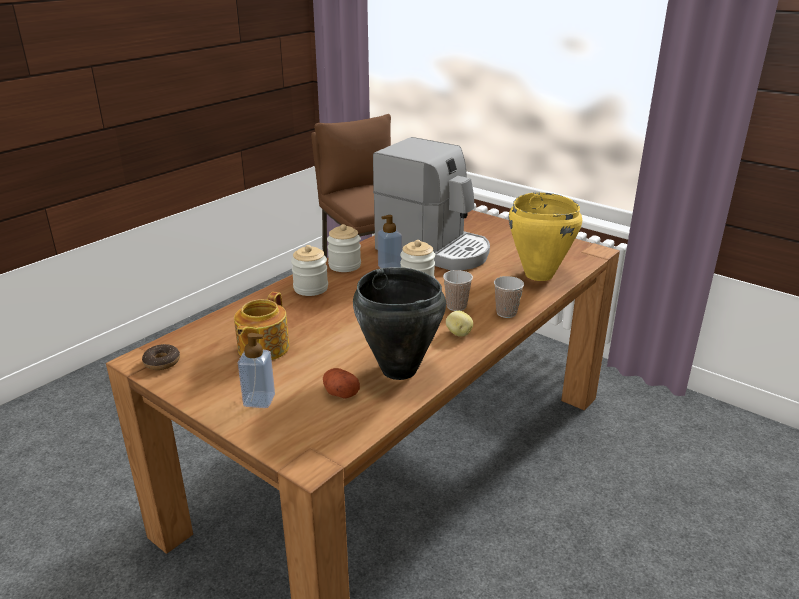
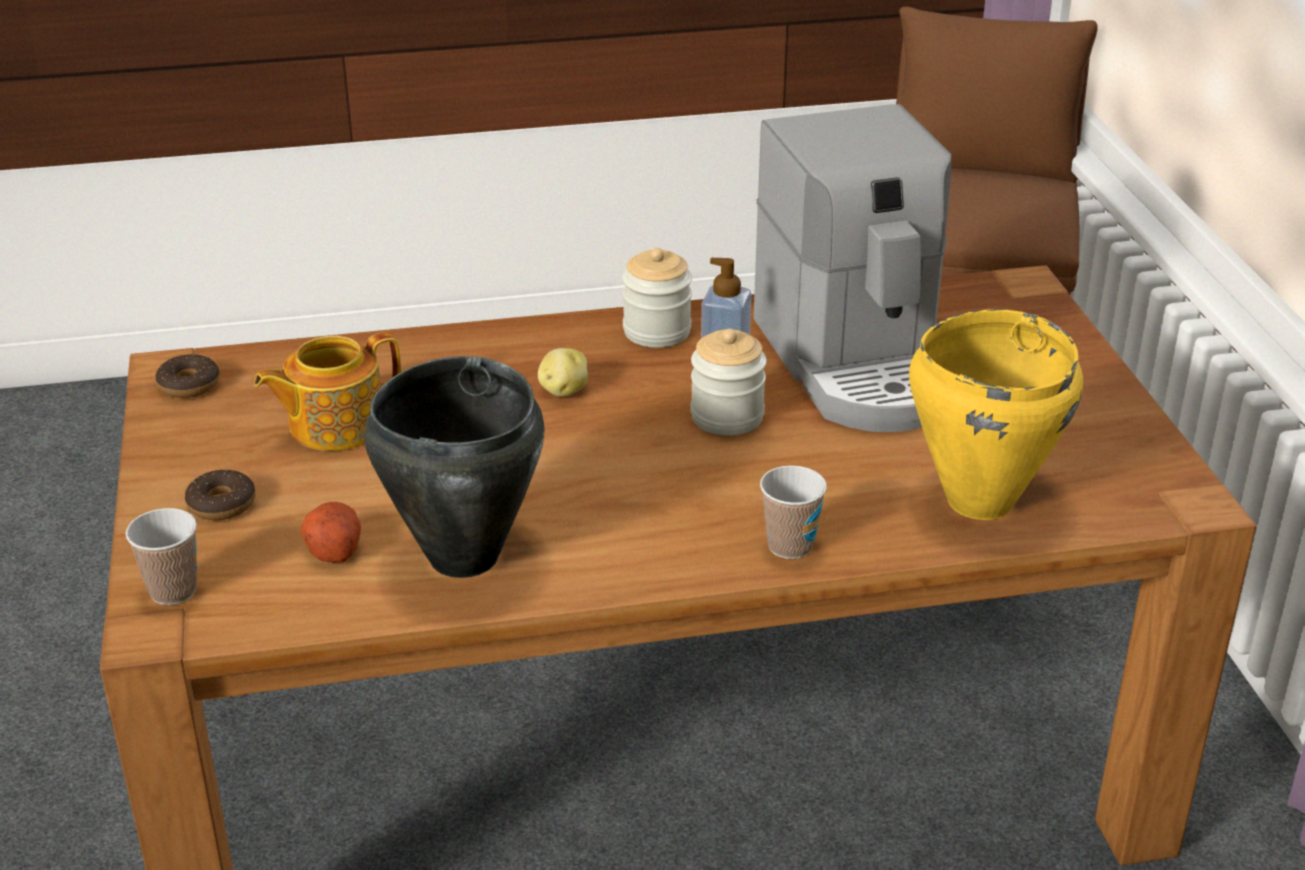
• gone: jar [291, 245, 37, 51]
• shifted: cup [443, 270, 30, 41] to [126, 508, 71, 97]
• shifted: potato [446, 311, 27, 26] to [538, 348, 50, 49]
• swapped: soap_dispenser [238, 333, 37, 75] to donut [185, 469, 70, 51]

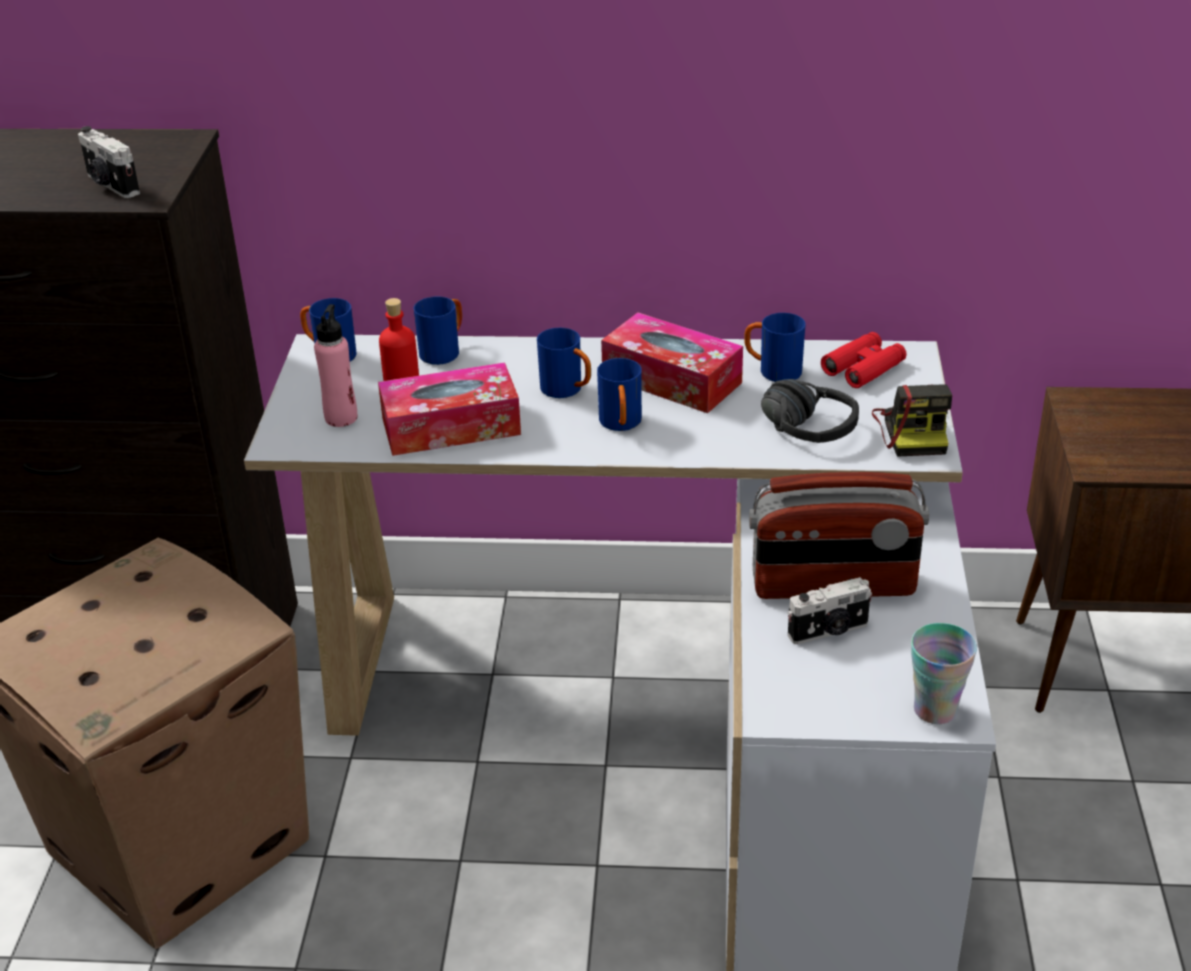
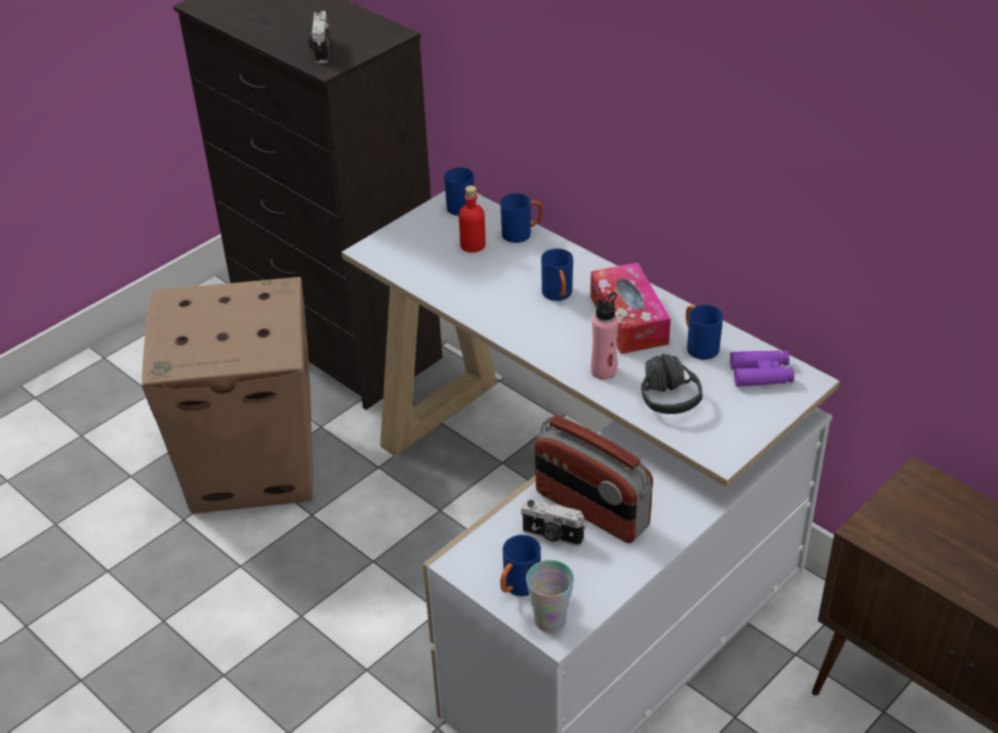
• gone: tissue_box [378, 362, 143, 94]
• gone: photo_camera [872, 384, 80, 73]
• shifted: pink_bottle [314, 304, 43, 123] to [591, 292, 27, 88]
• shifted: blue_mug [597, 358, 45, 73] to [500, 535, 41, 61]
• repainted: red_binoculars [821, 332, 85, 56] to purple_binoculars [730, 350, 65, 37]

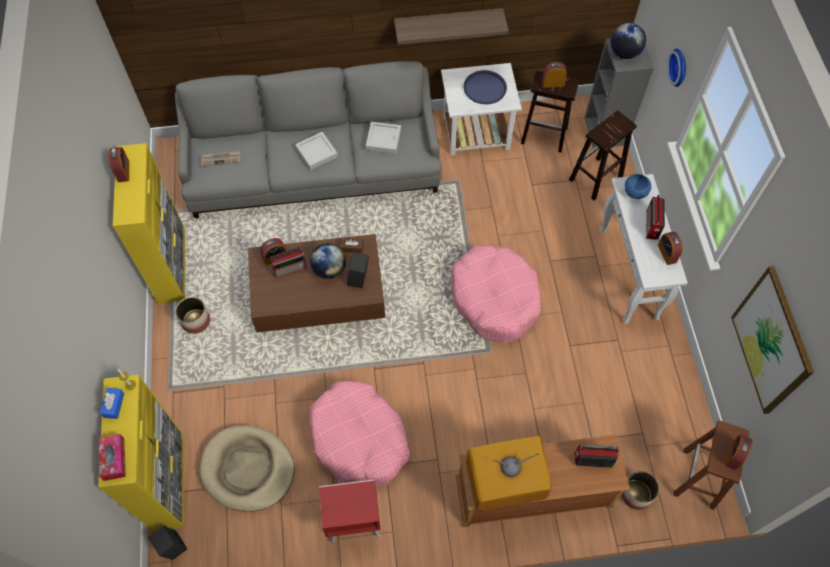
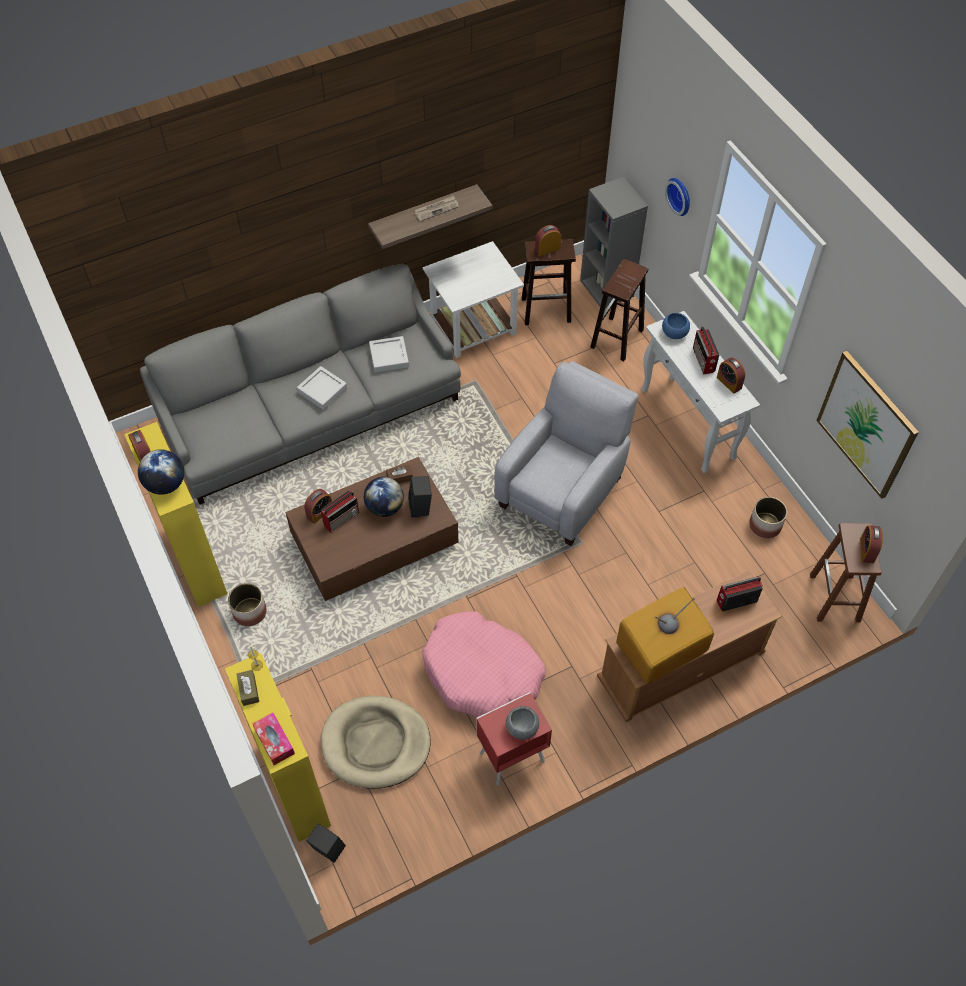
• gone: blue_tray [463, 70, 44, 34]
• new: grey_bowl [506, 706, 33, 34]
• shifted: newspaper [201, 151, 39, 16] to [415, 195, 44, 27]
• shifted: globe [610, 23, 36, 36] to [138, 449, 46, 46]
• shifted: planter [621, 471, 38, 39] to [749, 497, 38, 41]
• swapped: pink_dog_bed [451, 245, 90, 98] to grey_armchair [494, 361, 144, 185]
• repainted: blue_tissue_box [100, 388, 24, 31] to brown_tissue_box [236, 670, 23, 36]

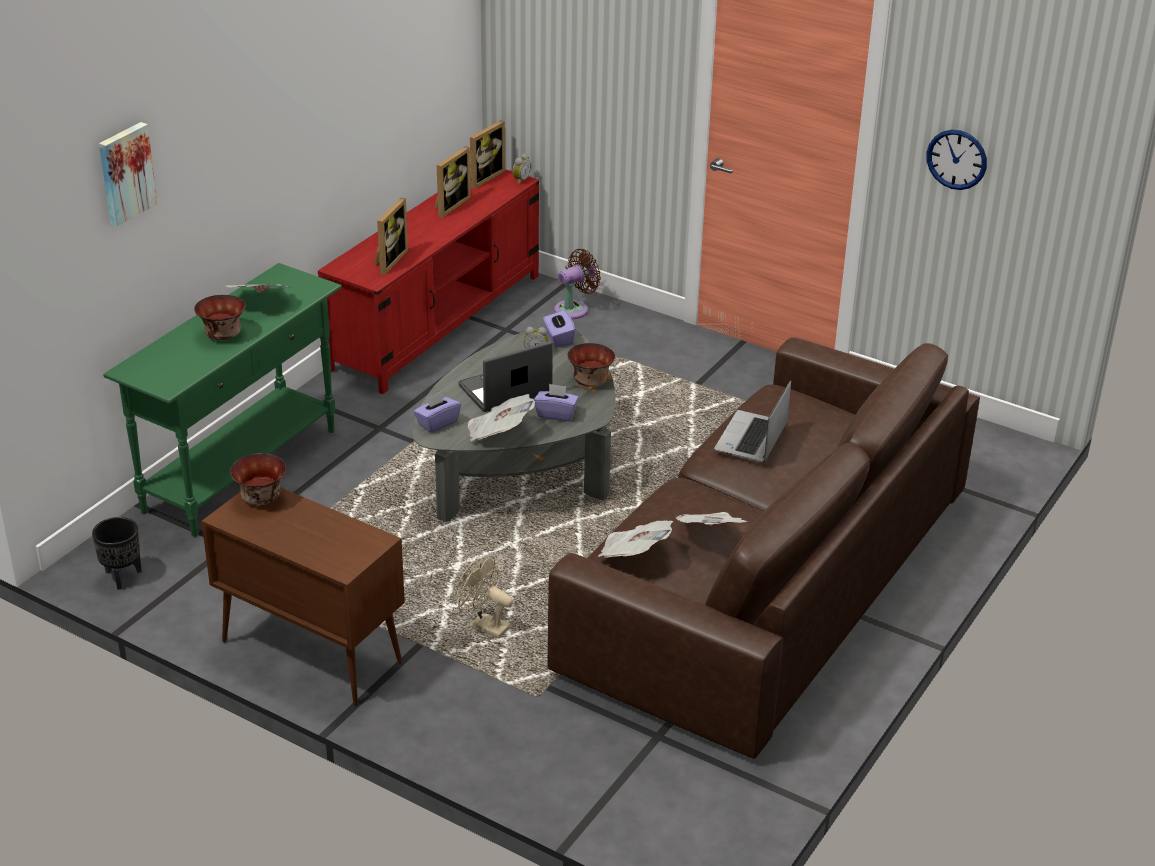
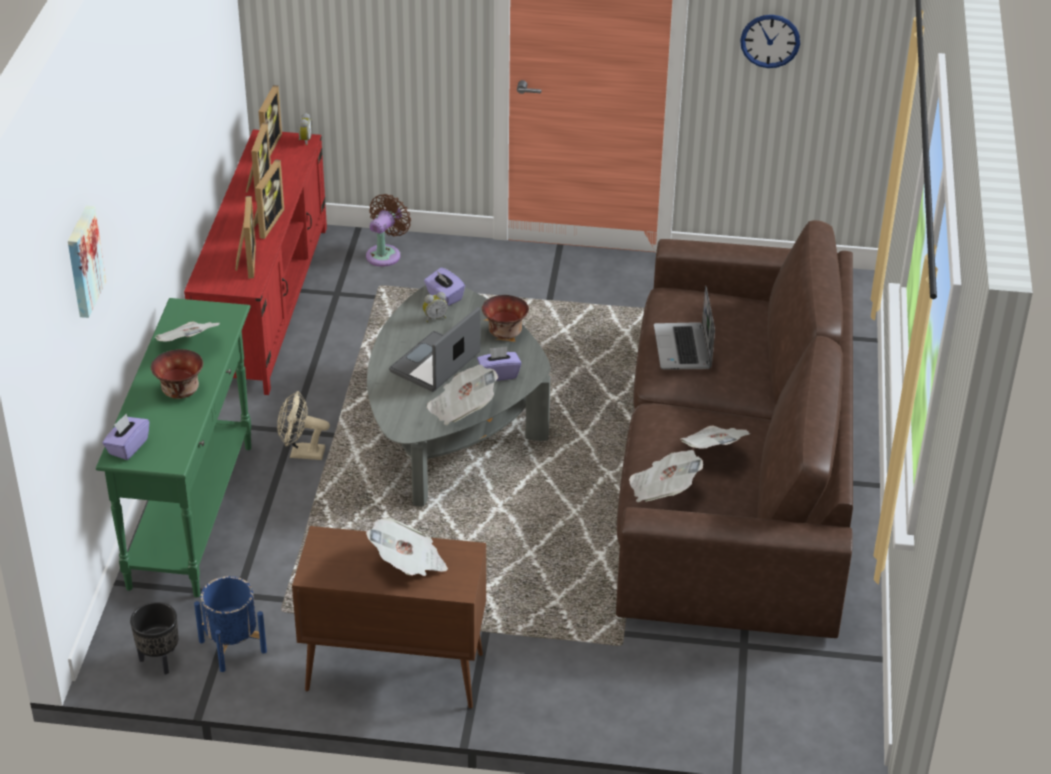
• gone: bowl [230, 453, 56, 52]
• new: blue_planter [194, 576, 73, 96]
• new: picture_frame [254, 159, 30, 80]
• new: newspaper [366, 518, 82, 58]
• shifted: purple_tissue_box [414, 391, 47, 42] to [102, 414, 47, 46]
• shifted: beige_fan [456, 556, 57, 82] to [277, 391, 53, 69]

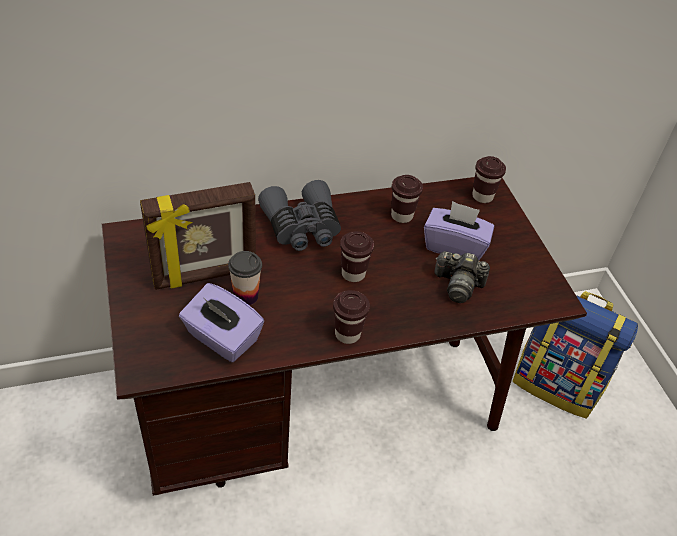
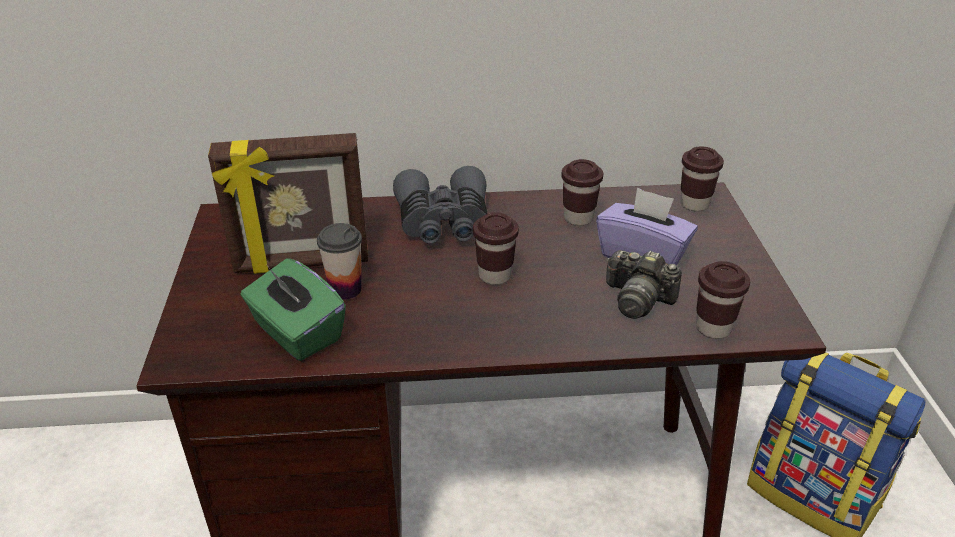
• shifted: brown_cup [333, 290, 37, 54] to [696, 261, 54, 78]
• repainted: purple_tissue_box [179, 283, 85, 79] to green_tissue_box [240, 258, 106, 103]

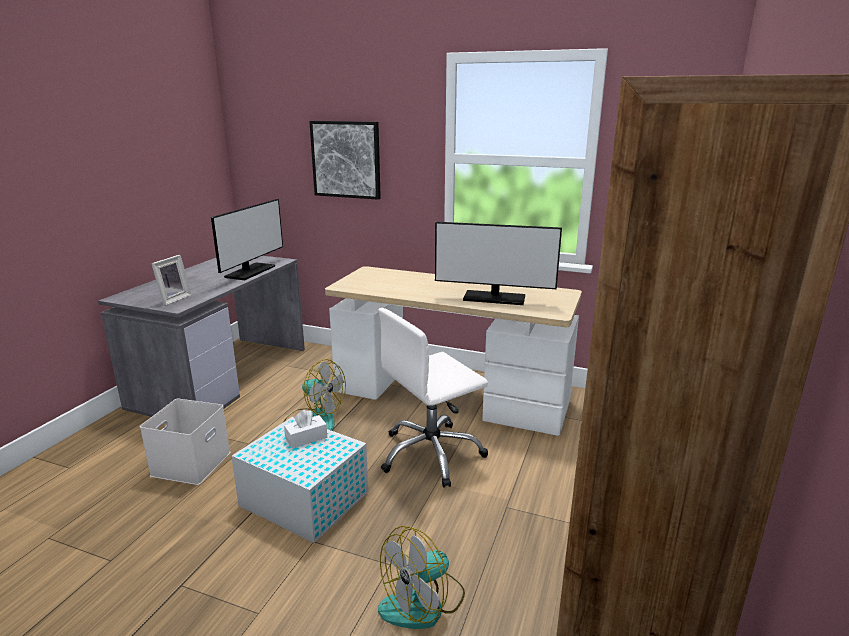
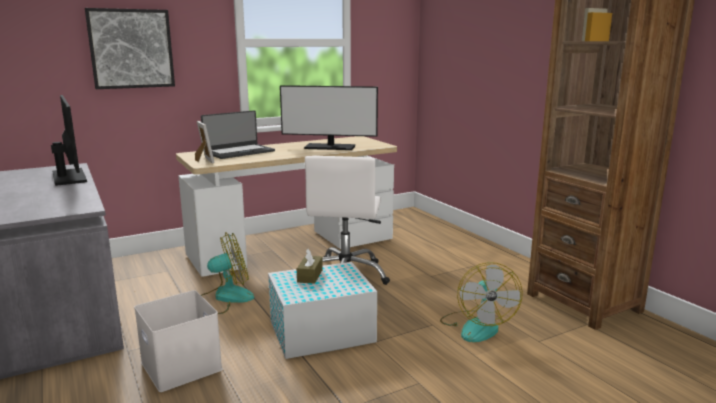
• new: laptop [201, 110, 74, 49]
• shifted: picture_frame [151, 255, 41, 51] to [195, 121, 20, 43]
• repainted: white_tissue_box [284, 410, 43, 38] to brown_tissue_box [297, 249, 26, 35]
• rotated: monitor [435, 222, 127, 83] = [280, 85, 98, 65] 45 degrees clockwise

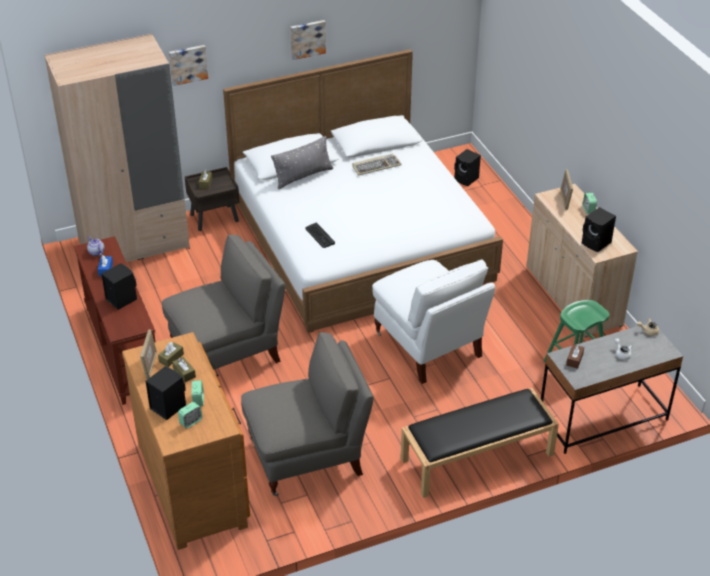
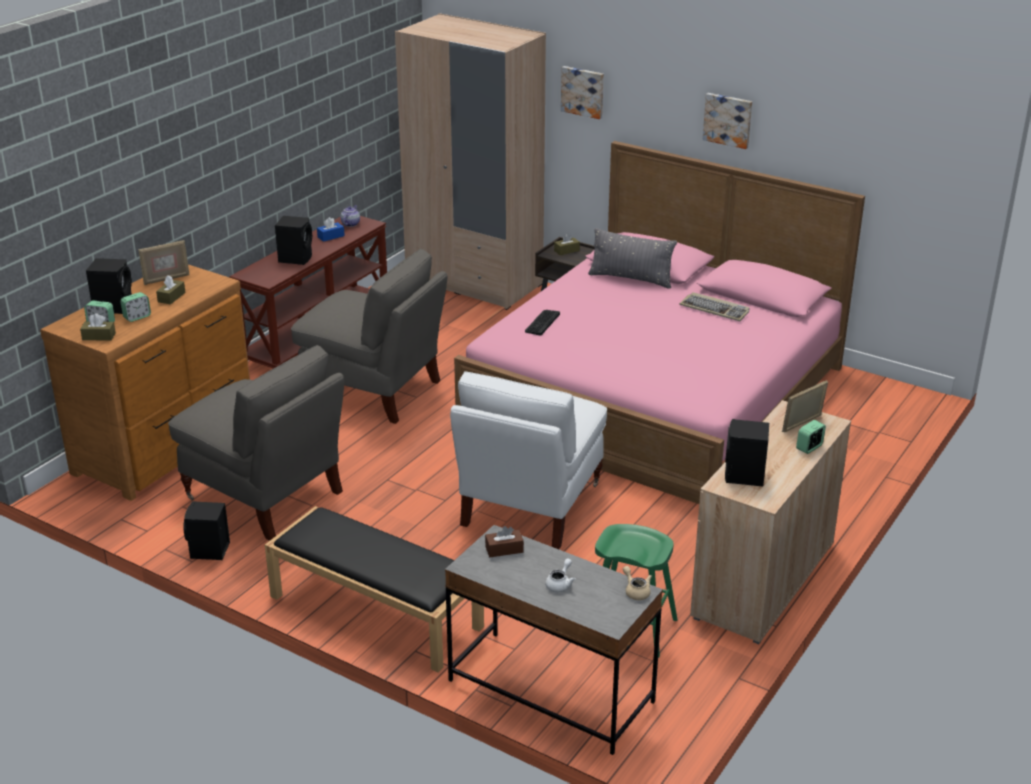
• shifted: brown_tissue_box [158, 342, 26, 25] to [80, 313, 36, 27]
• shifted: black_speaker [454, 149, 27, 37] to [183, 501, 47, 59]
• repainted: white_bed [223, 49, 280, 284] to pink_bed [454, 141, 411, 363]

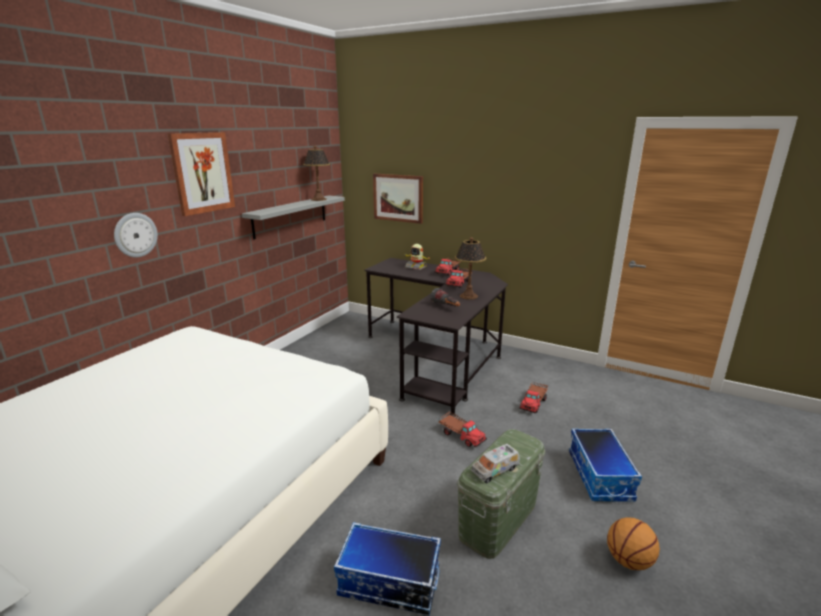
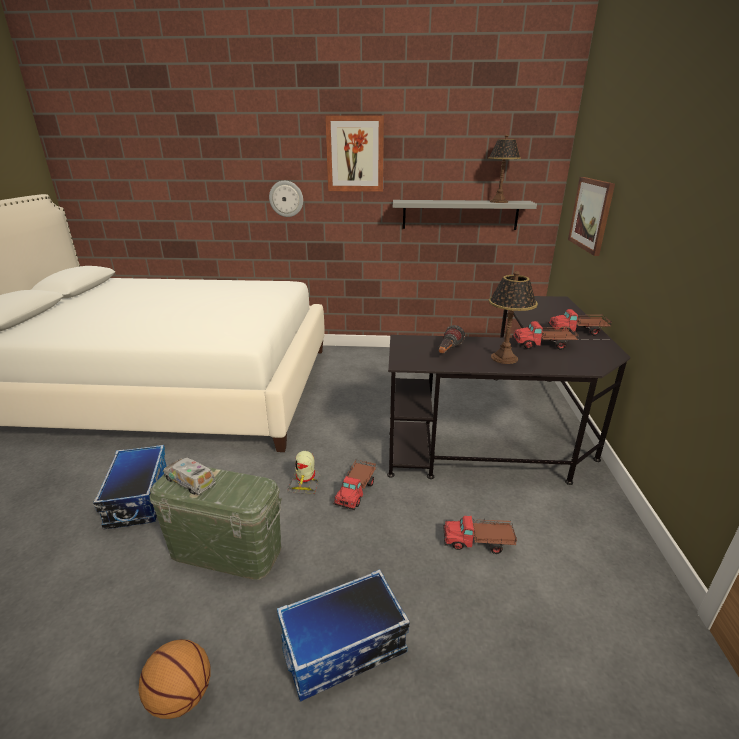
• shifted: toy_robot [405, 244, 25, 26] to [287, 451, 34, 43]

